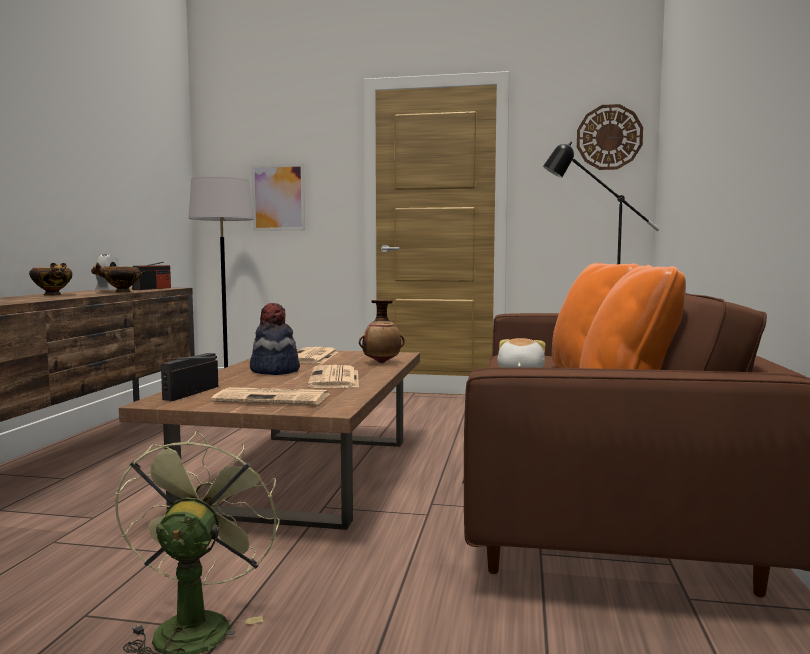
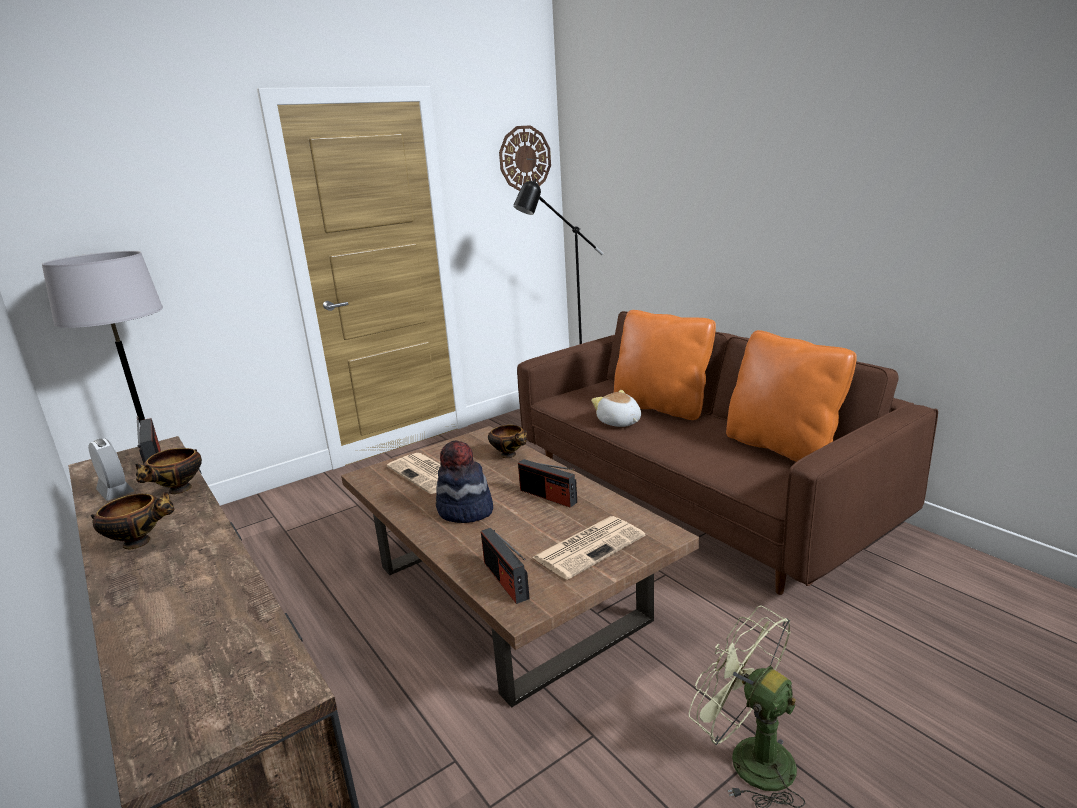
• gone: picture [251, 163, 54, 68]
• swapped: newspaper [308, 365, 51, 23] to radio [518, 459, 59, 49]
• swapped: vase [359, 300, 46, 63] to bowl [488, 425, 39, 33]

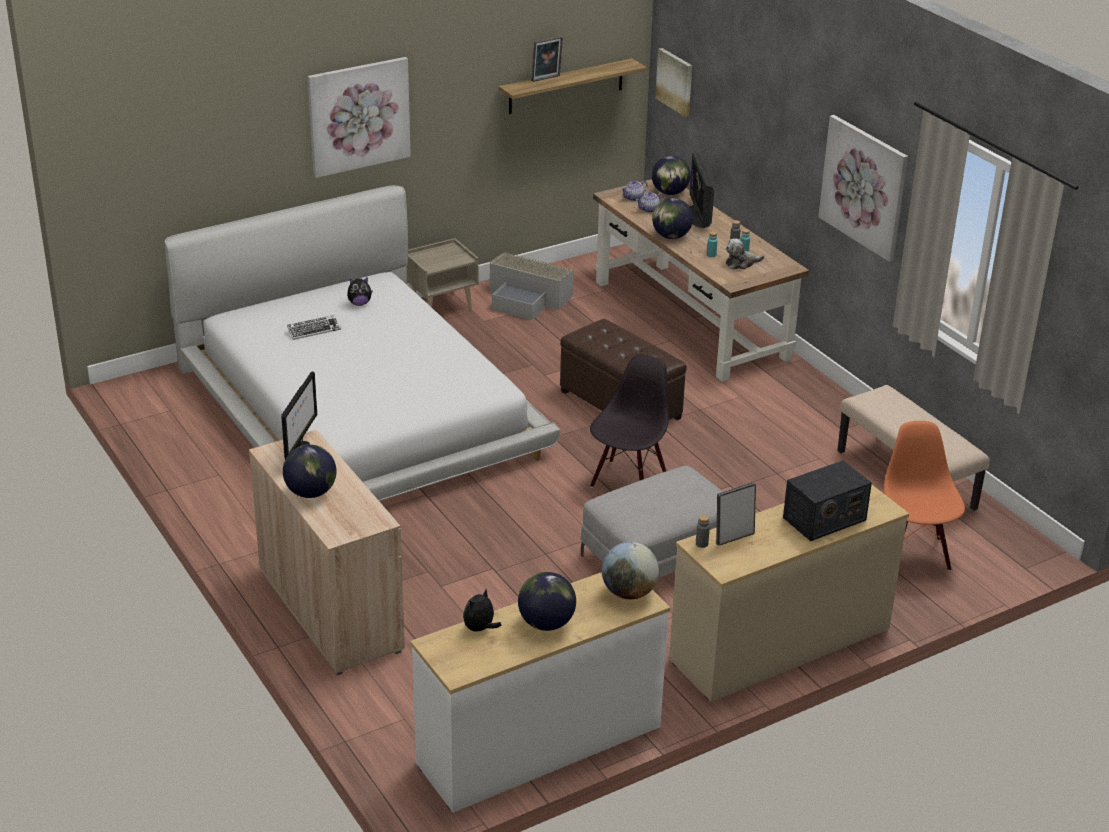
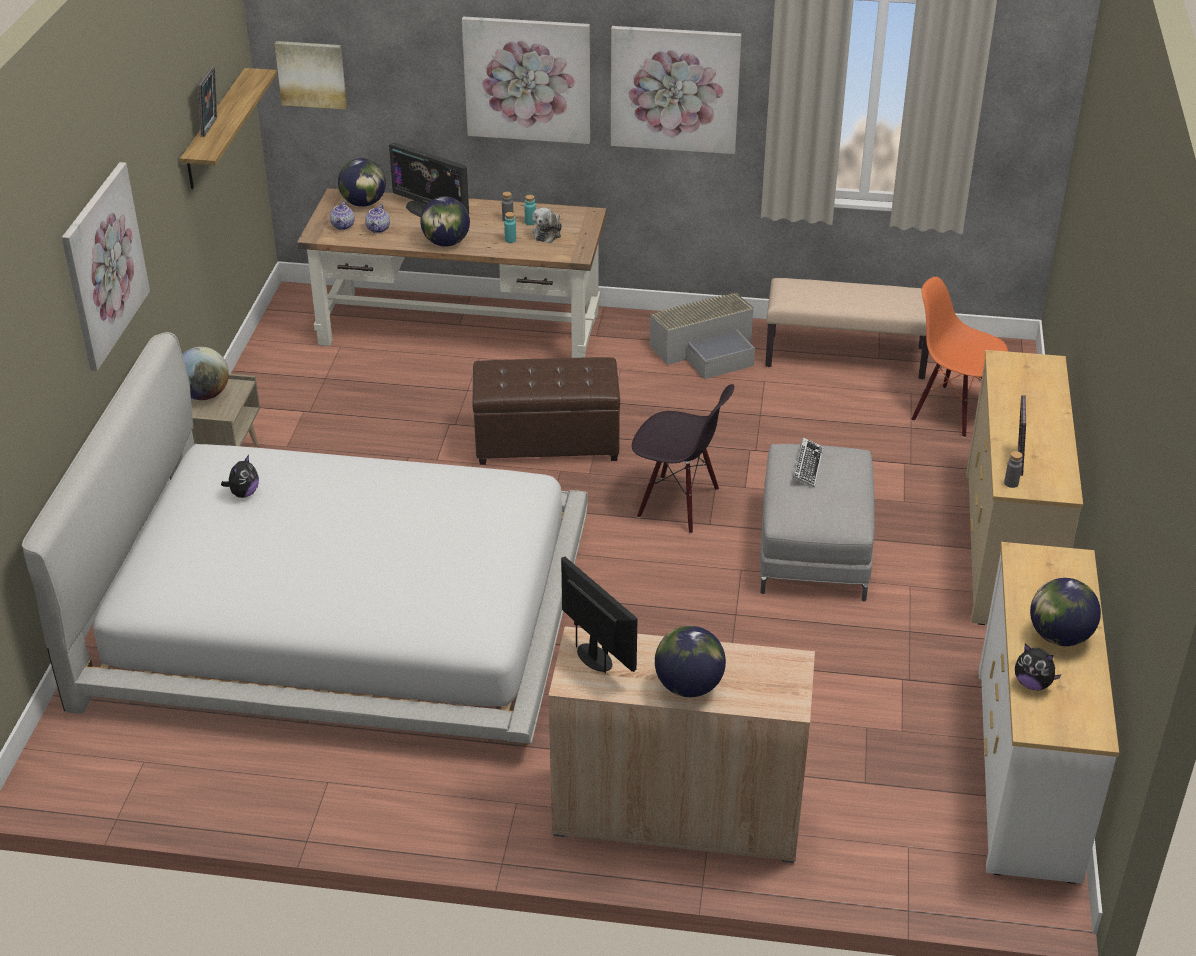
• gone: radio [783, 460, 89, 81]
• new: picture [462, 16, 128, 128]
• shifted: keyboard [287, 315, 54, 25] to [793, 437, 30, 51]
• shifted: grey_storage_box [490, 252, 84, 68] to [650, 291, 105, 88]
• shifted: globe [602, 542, 57, 57] to [182, 347, 47, 53]
• rotated: plush_toy [463, 590, 38, 41] = [1015, 643, 47, 47] 45 degrees counterclockwise
• rotated: black_chair [590, 355, 79, 133] = [632, 384, 102, 150] 135 degrees clockwise

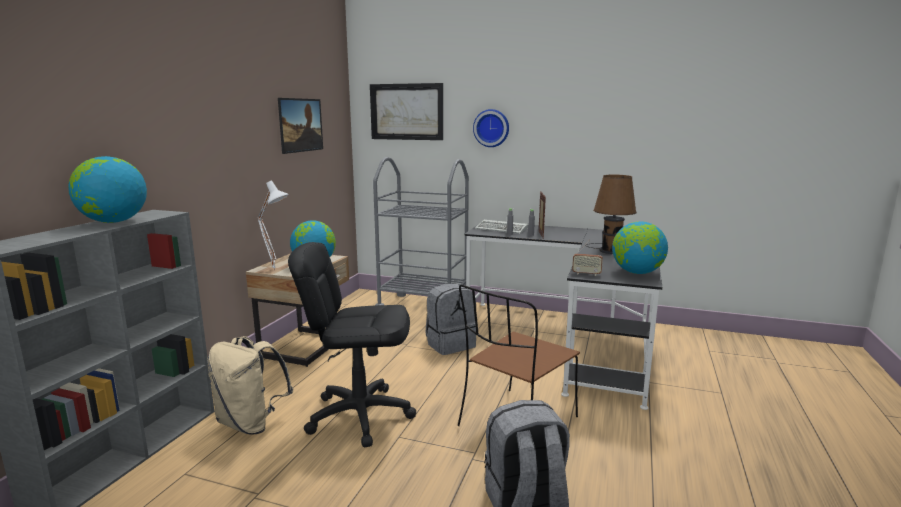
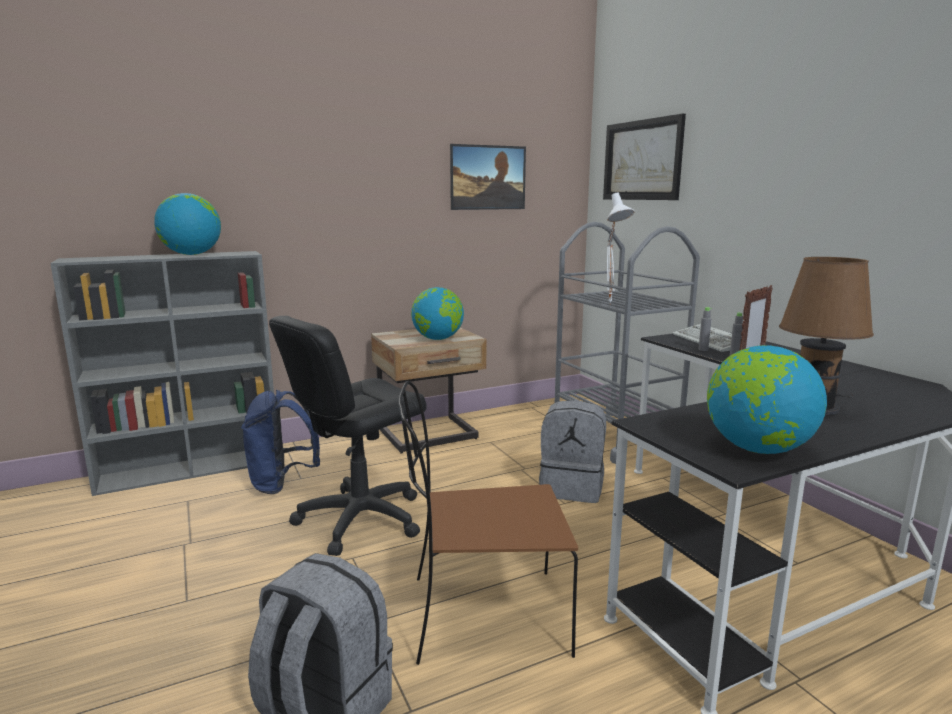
• gone: wall_clock [473, 109, 36, 38]
• gone: radio [572, 240, 31, 36]
• shifted: white_table_lamp [258, 181, 31, 89] to [607, 193, 27, 111]
• repainted: beige_backpack [207, 336, 86, 99] to blue_backpack [241, 390, 79, 104]
• rotated: black_office_chair [288, 242, 128, 206] = [269, 316, 158, 240] 90 degrees counterclockwise

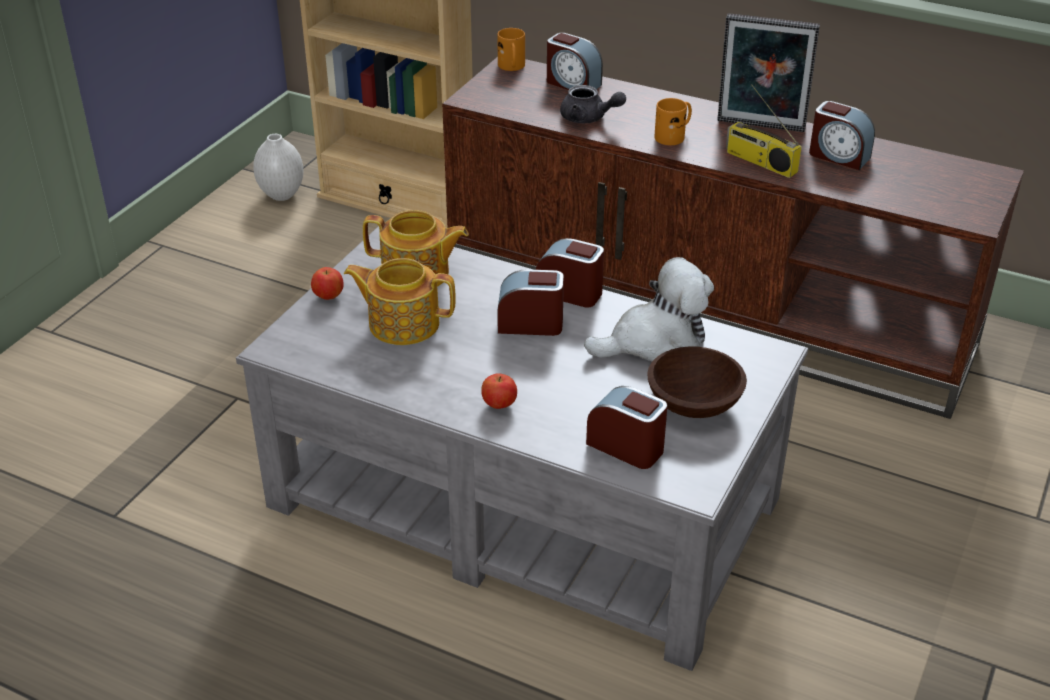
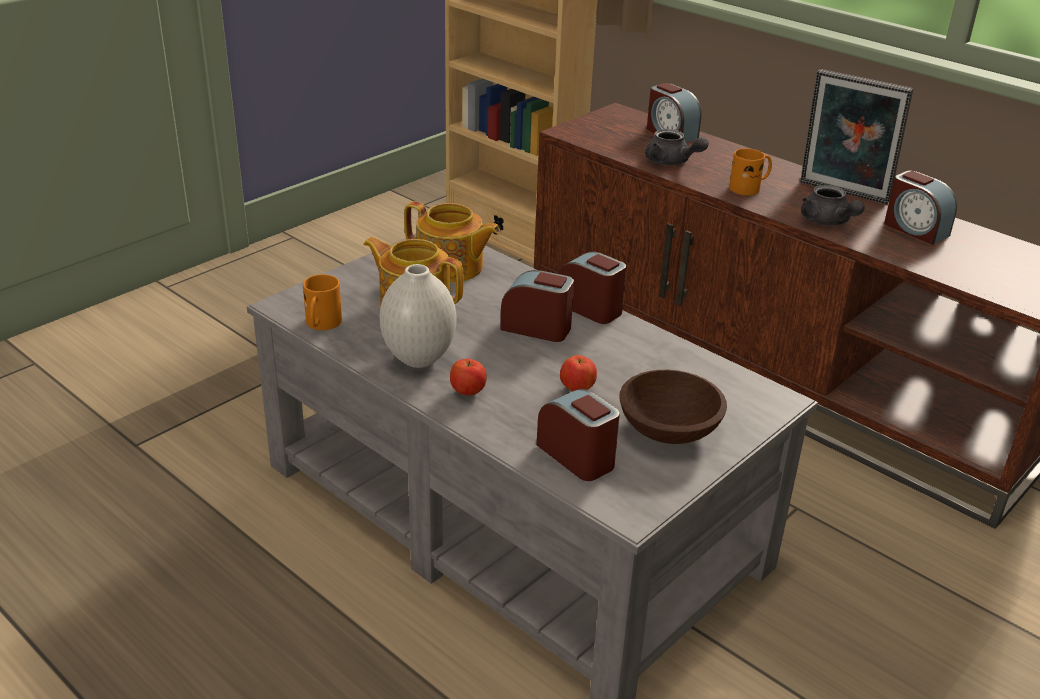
• gone: plush_toy [584, 257, 130, 104]
• shifted: white_vase [253, 134, 50, 67] to [380, 264, 76, 104]
• shifted: apple [311, 267, 33, 33] to [560, 355, 37, 36]
• shifted: orange_mug [497, 28, 28, 43] to [303, 274, 39, 56]
• swapped: radio [726, 84, 76, 94] to grey_teapot [801, 185, 64, 41]

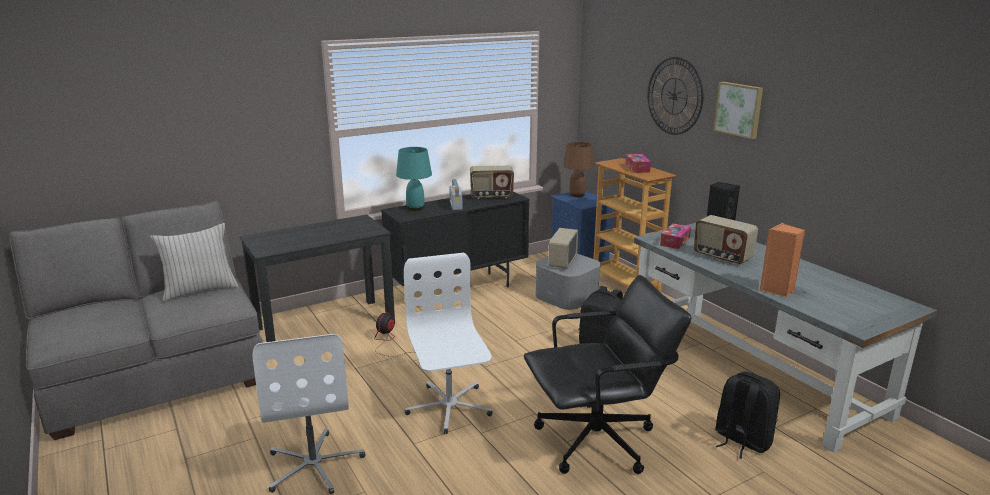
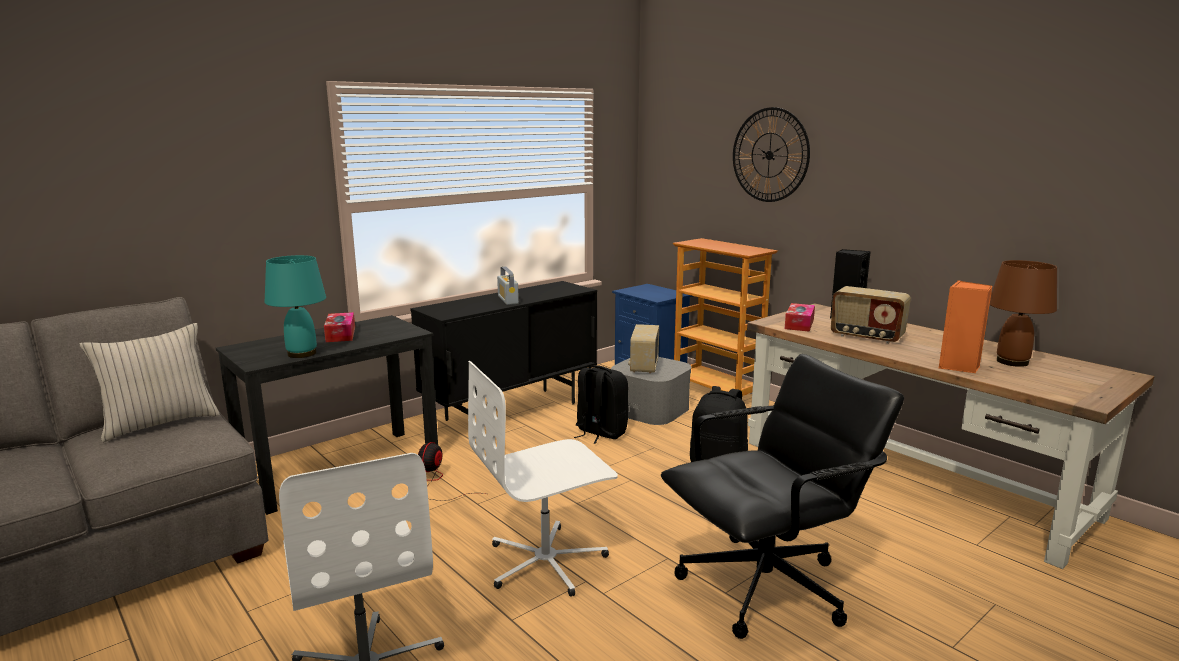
• gone: radio [470, 166, 44, 33]
• gone: picture [714, 82, 49, 57]
• shifted: turquoise_table_lamp [396, 147, 36, 64] to [265, 255, 61, 103]
• shifted: brown_table_lamp [563, 142, 31, 55] to [990, 260, 67, 107]
• shifted: tissue_box [626, 154, 25, 19] to [324, 312, 31, 30]
• shifted: black_backpack [715, 372, 65, 87] to [574, 365, 55, 79]
• repainted: grey_desk [634, 223, 303, 230] to brown_desk [747, 303, 408, 266]
• rotated: white_office_chair [404, 253, 89, 181] = [468, 361, 150, 236] 90 degrees counterclockwise

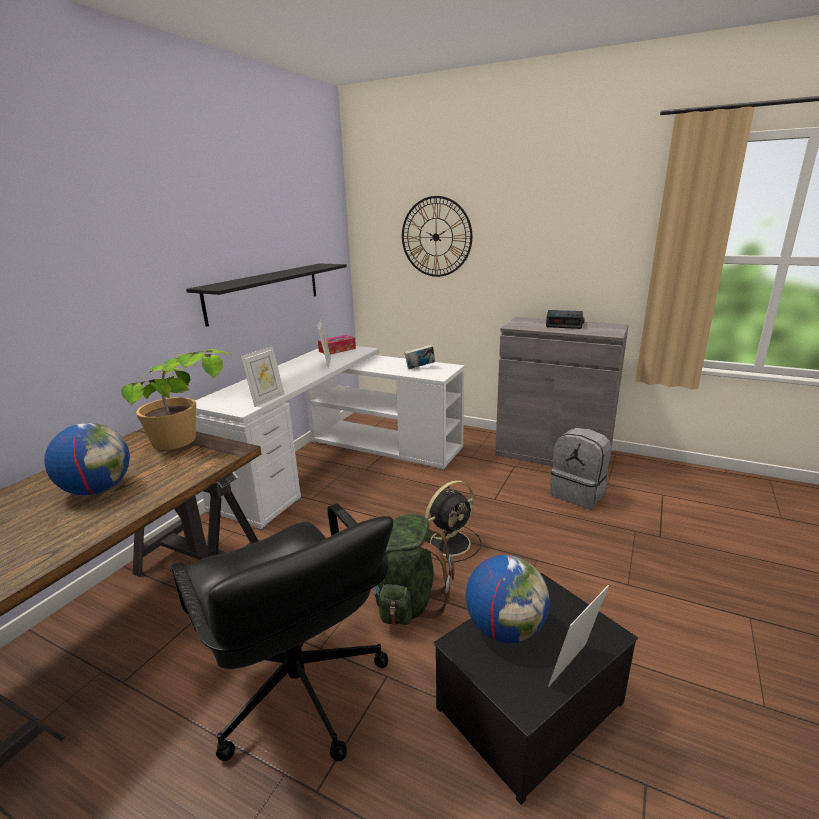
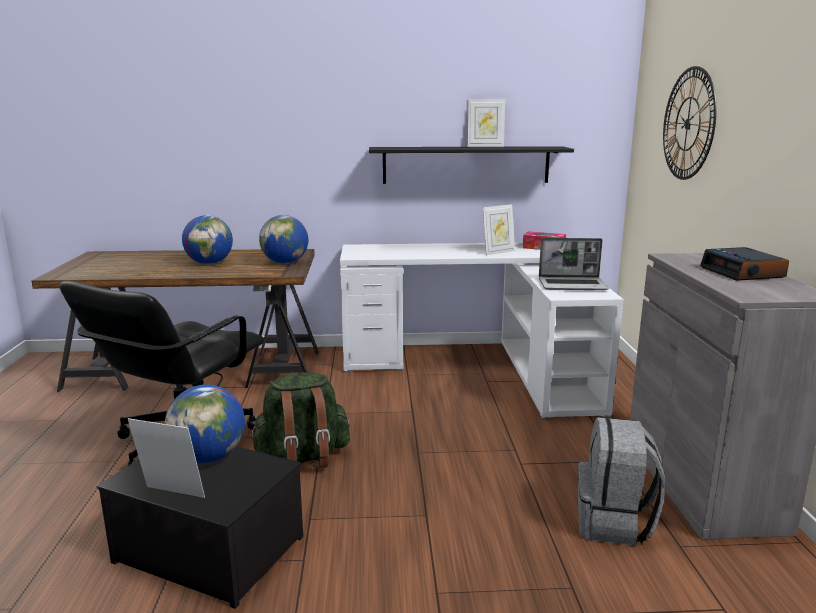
• gone: black_fan [425, 480, 57, 82]
• shifted: picture_frame [241, 346, 43, 61] to [467, 99, 38, 48]
• swapped: potted_plant [121, 349, 111, 101] to globe [259, 215, 49, 49]
• swapped: book [404, 344, 31, 25] to laptop [539, 238, 70, 52]

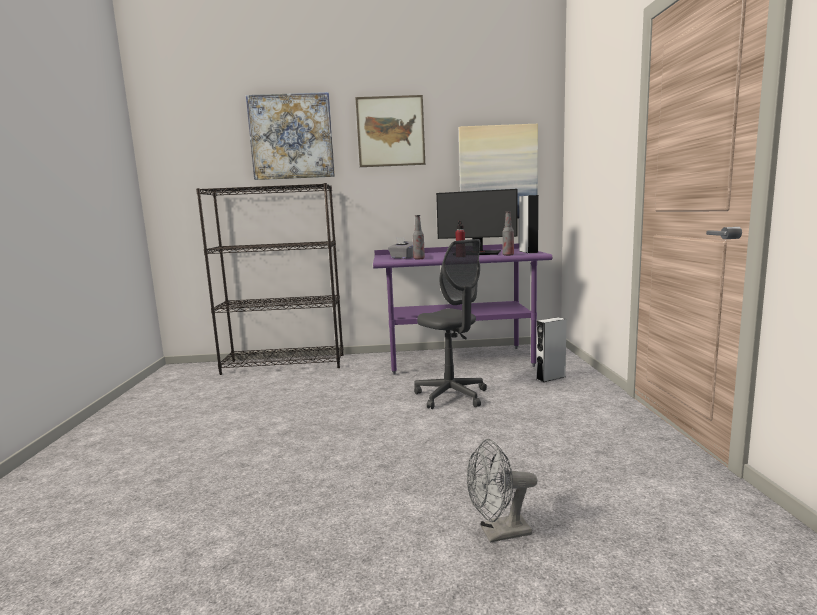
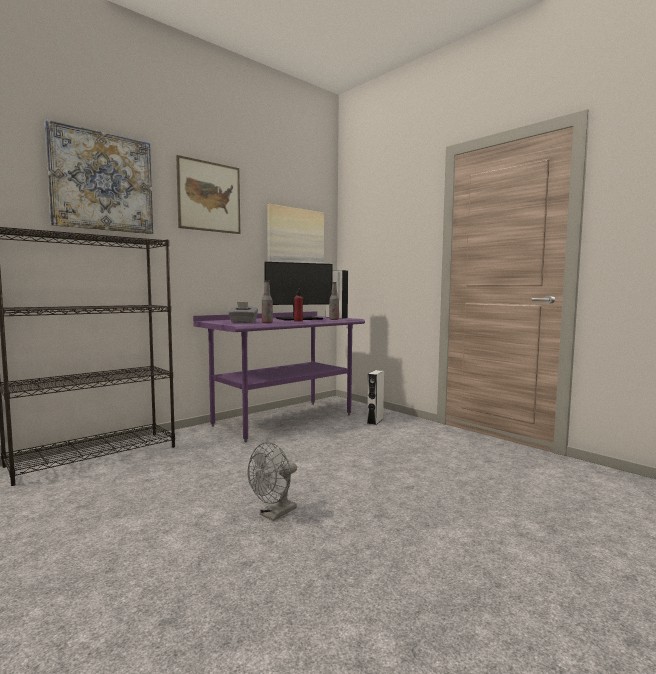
• gone: grey_office_chair [414, 239, 73, 170]
• shifted: grey_fan [467, 439, 70, 104] to [247, 442, 50, 79]

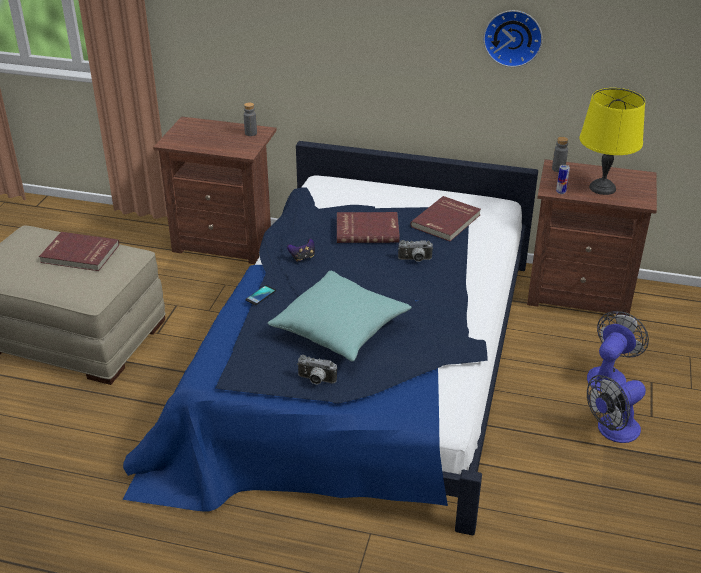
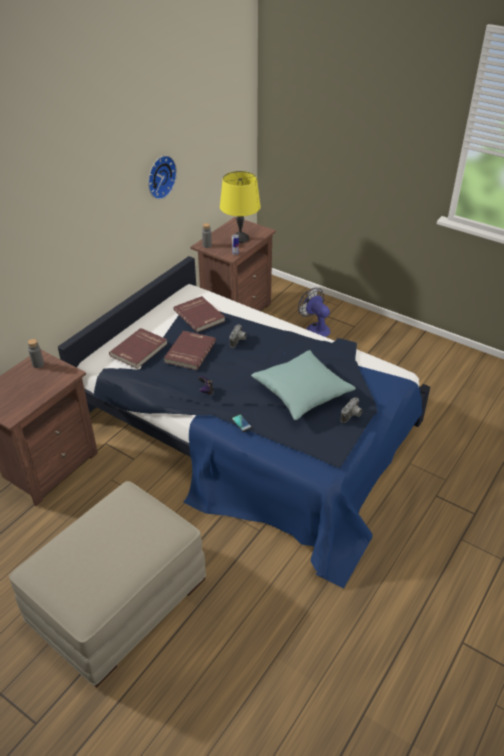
• gone: fan [587, 375, 59, 68]
• shifted: red_book [39, 232, 80, 39] to [109, 328, 59, 41]

